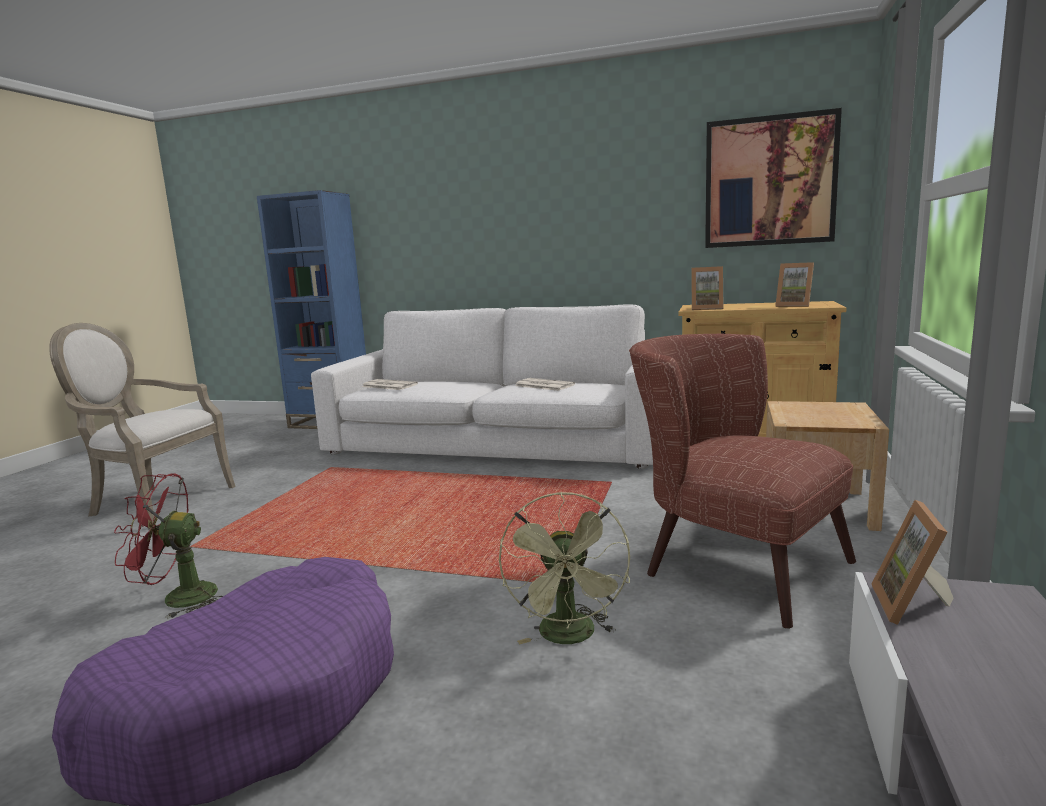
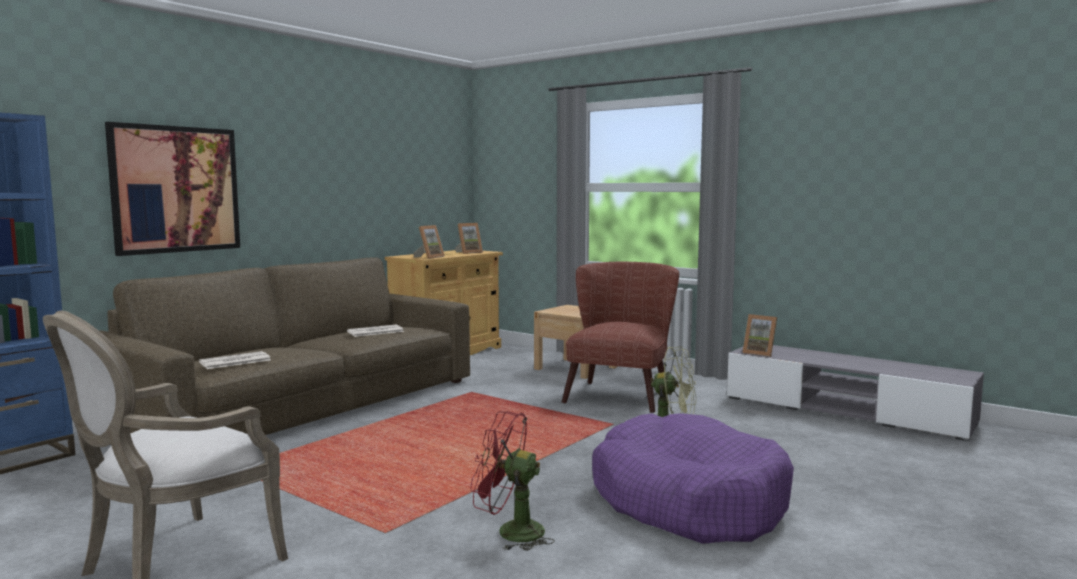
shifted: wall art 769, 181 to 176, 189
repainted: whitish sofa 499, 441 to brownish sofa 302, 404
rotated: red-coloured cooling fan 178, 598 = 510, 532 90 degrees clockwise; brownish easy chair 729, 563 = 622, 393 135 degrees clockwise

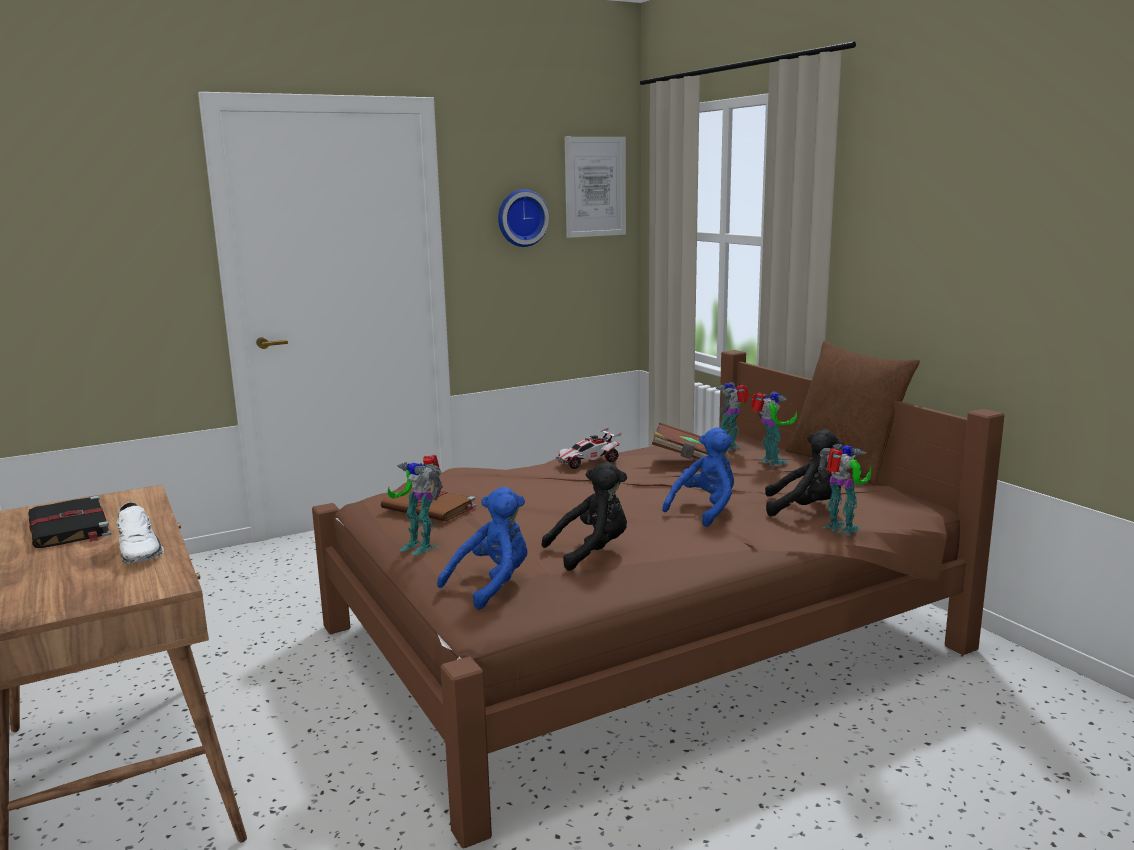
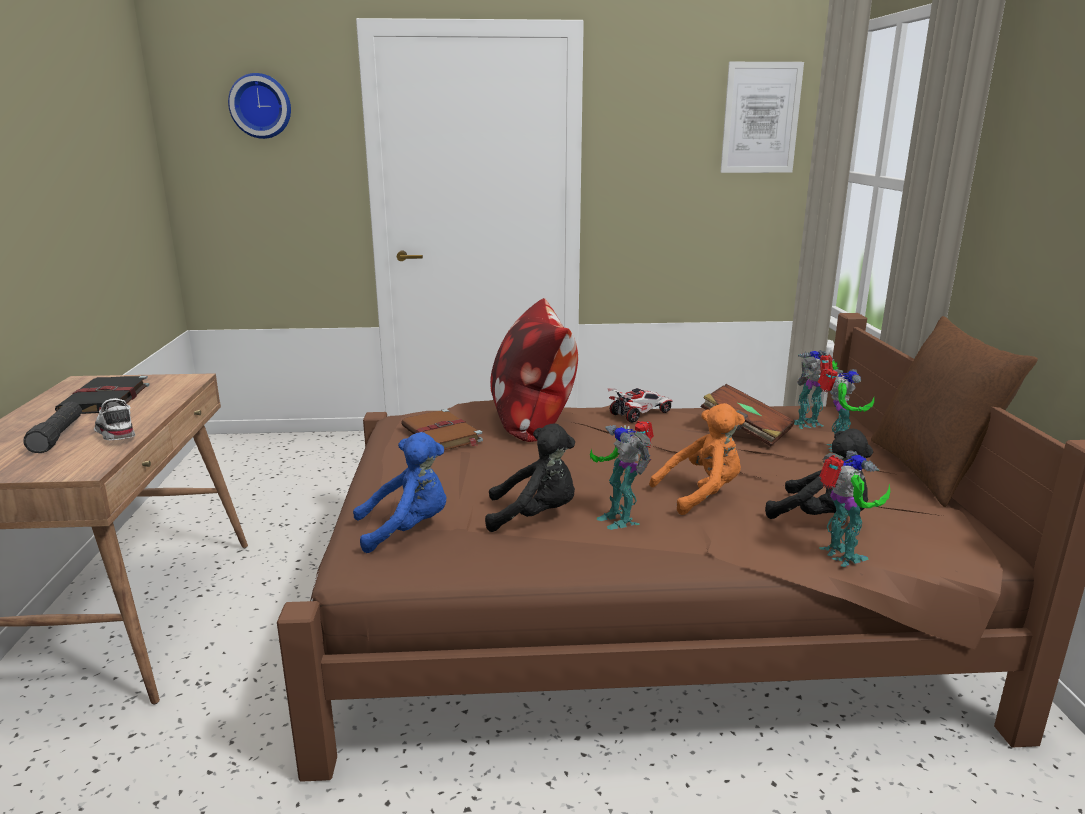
new: black-coloured flashlight 58, 436; cushion 533, 421
shifted: wall clock 521, 218 to 261, 106; toy robot 420, 545 to 620, 518
repainted: bluish soft toy 705, 510 to orangey soft toy 701, 494
rotated: whitish shoe 141, 550 = 115, 431 150 degrees clockwise; miniature car 588, 462 = 640, 414 150 degrees clockwise

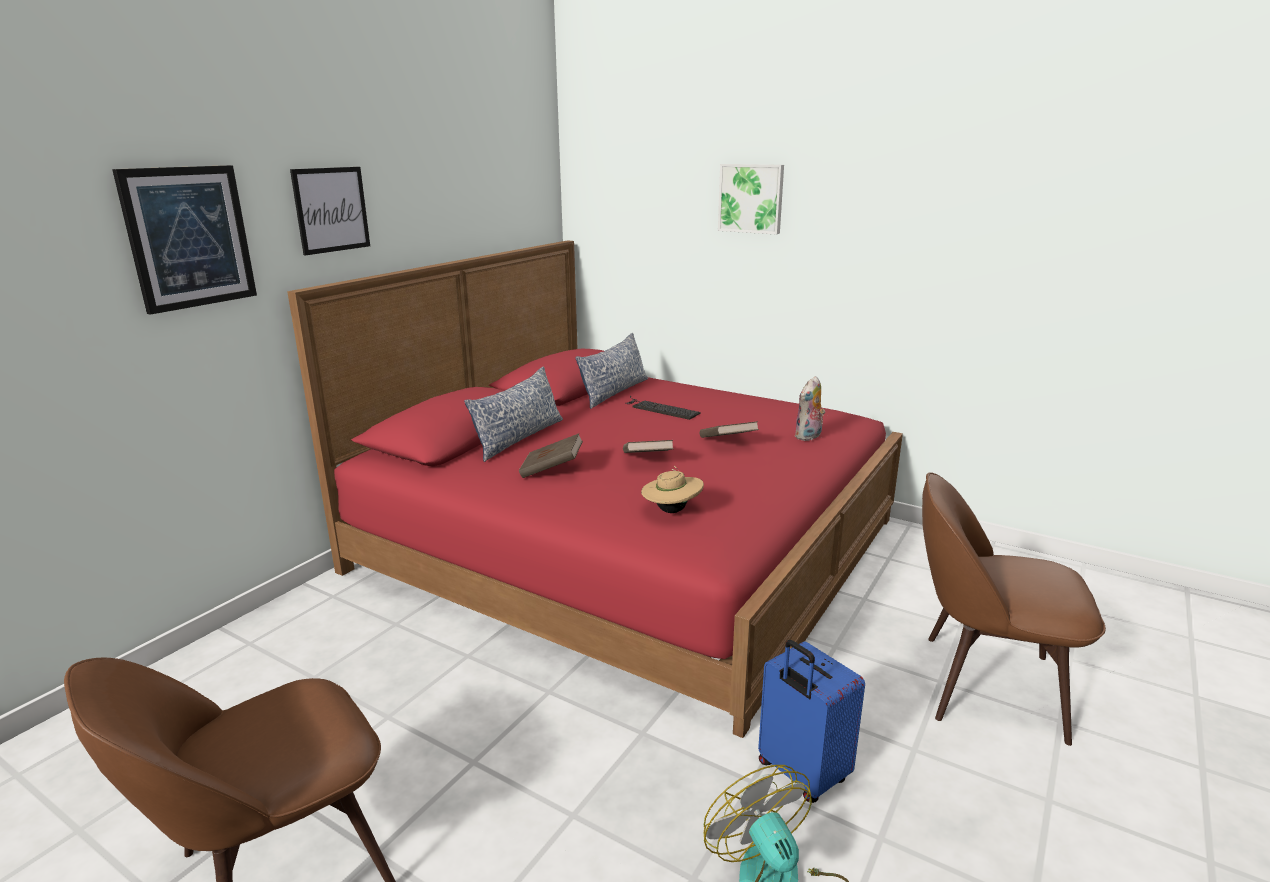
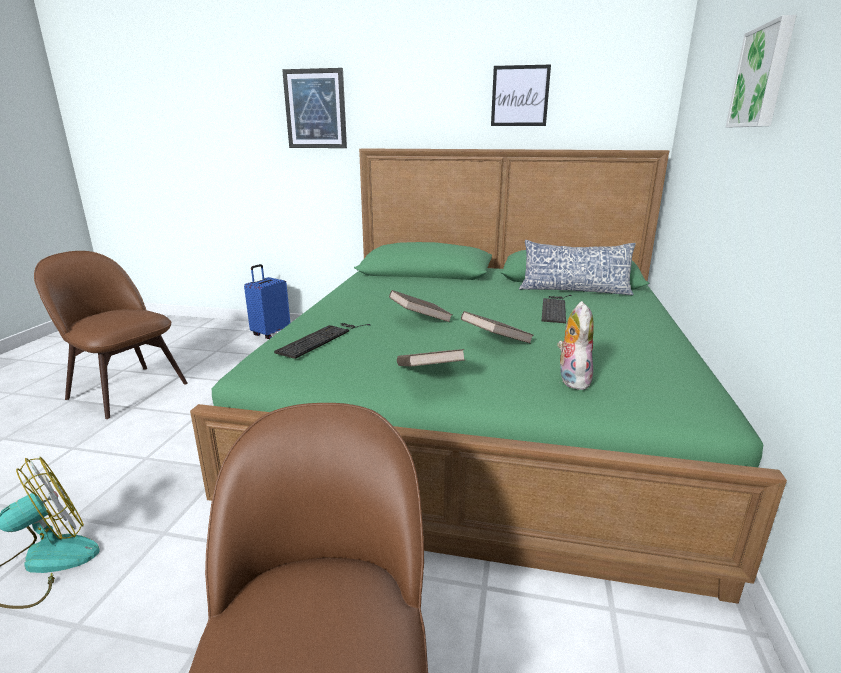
gone: cushion 518, 438
shifted: bluish travel case 801, 774 to 271, 333; brownish bound book 552, 470 to 428, 375; wall art 331, 210 to 520, 96
swapped: sand-coloured wearable hat 671, 510 to computer keyboard 322, 339
repainted: red-coloured sleeping bed 629, 544 to green sleeping bed 480, 413
rotated: soft toy 809, 437 = 571, 379 75 degrees clockwise

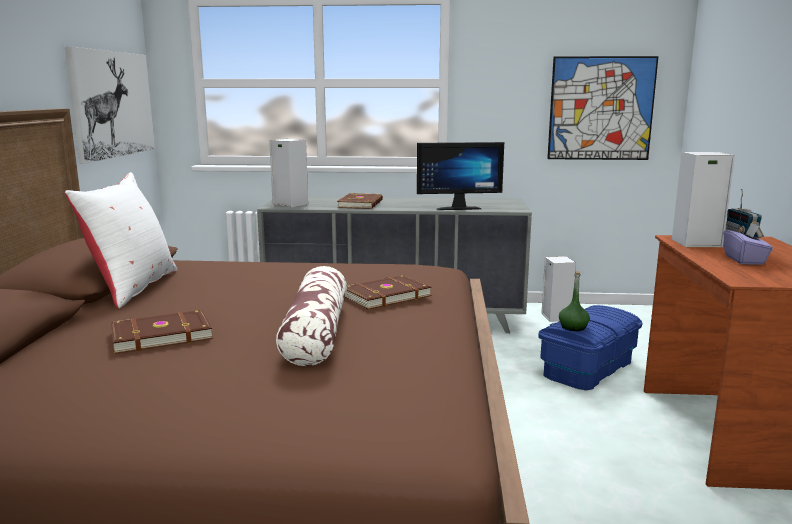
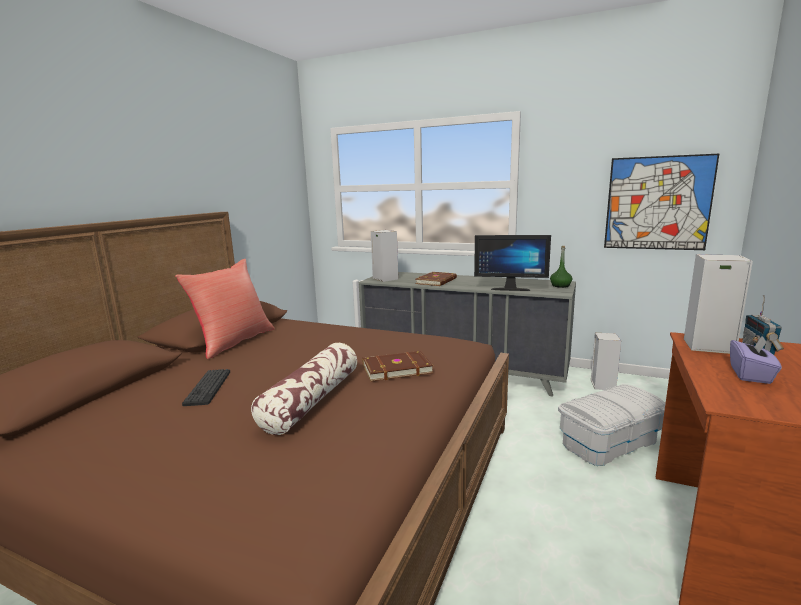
gone: wall art 112, 104
shifted: green beverage bottle 573, 327 to 560, 286
swapped: brownish bound book 160, 335 to computer keyboard 208, 387
repainted: whitish cushion 133, 287 to red-coloured cushion 234, 341; bluish storage box 588, 368 to whitish storage box 609, 443

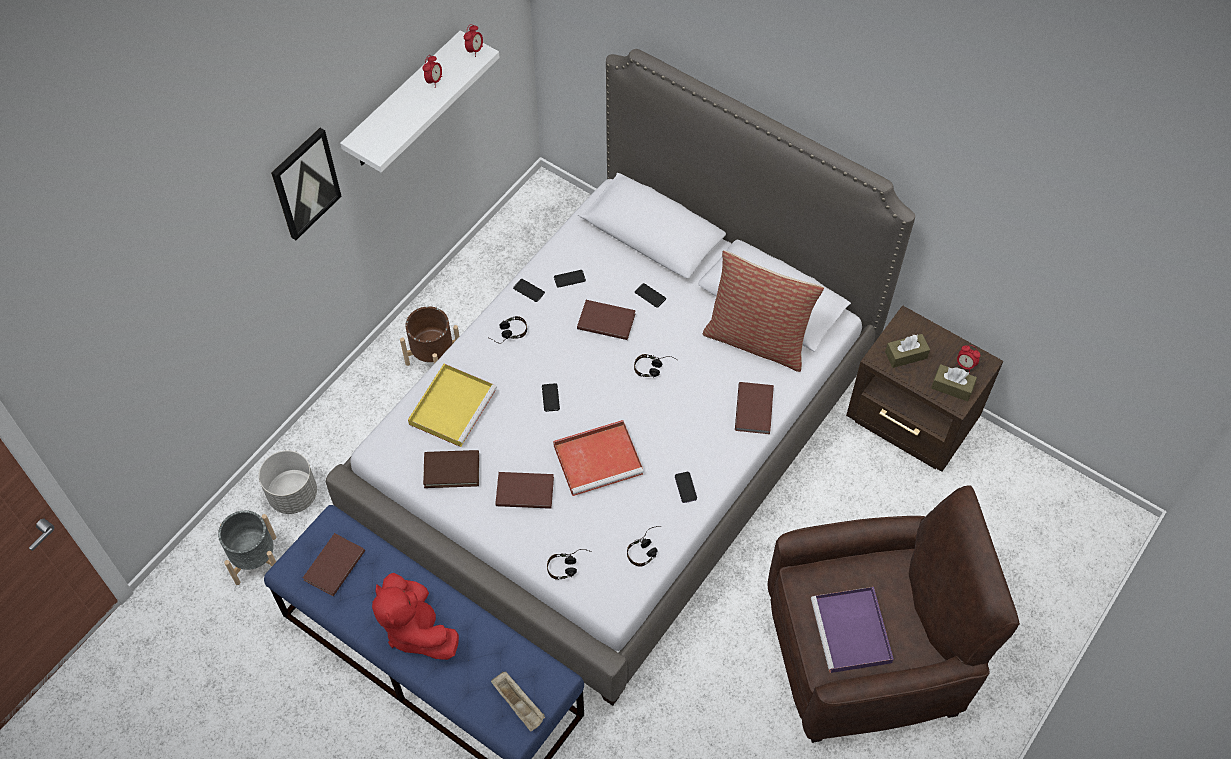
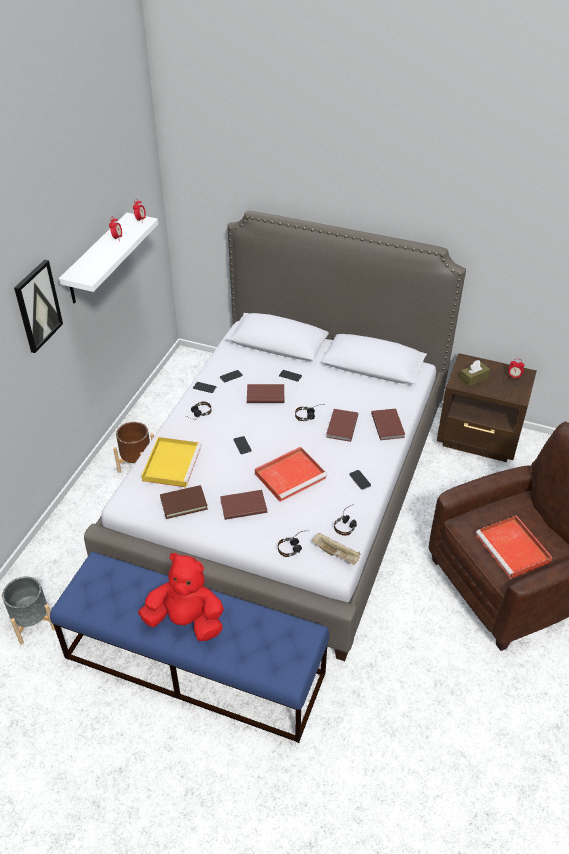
gone: greyish planter 293, 495; cushion 757, 339; brownish tissue holder 952, 387
shifted: sand-coloured carrying tray 519, 705 to 336, 554; brownish bound book 333, 565 to 341, 426
repainted: purple carrying tray 852, 633 to red-coloured carrying tray 514, 549
rotated: red-coloured soft toy 416, 629 = 186, 621 150 degrees clockwise

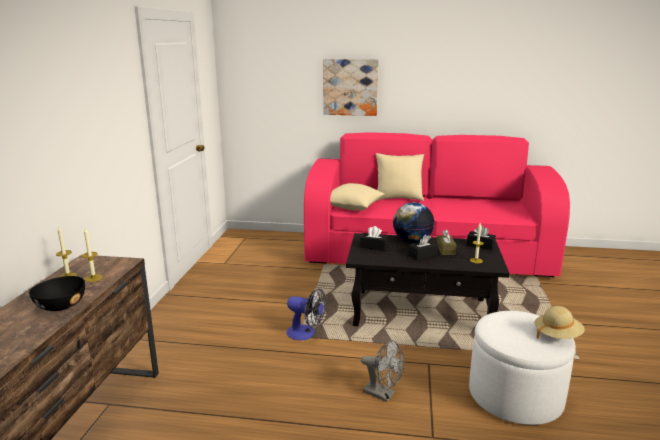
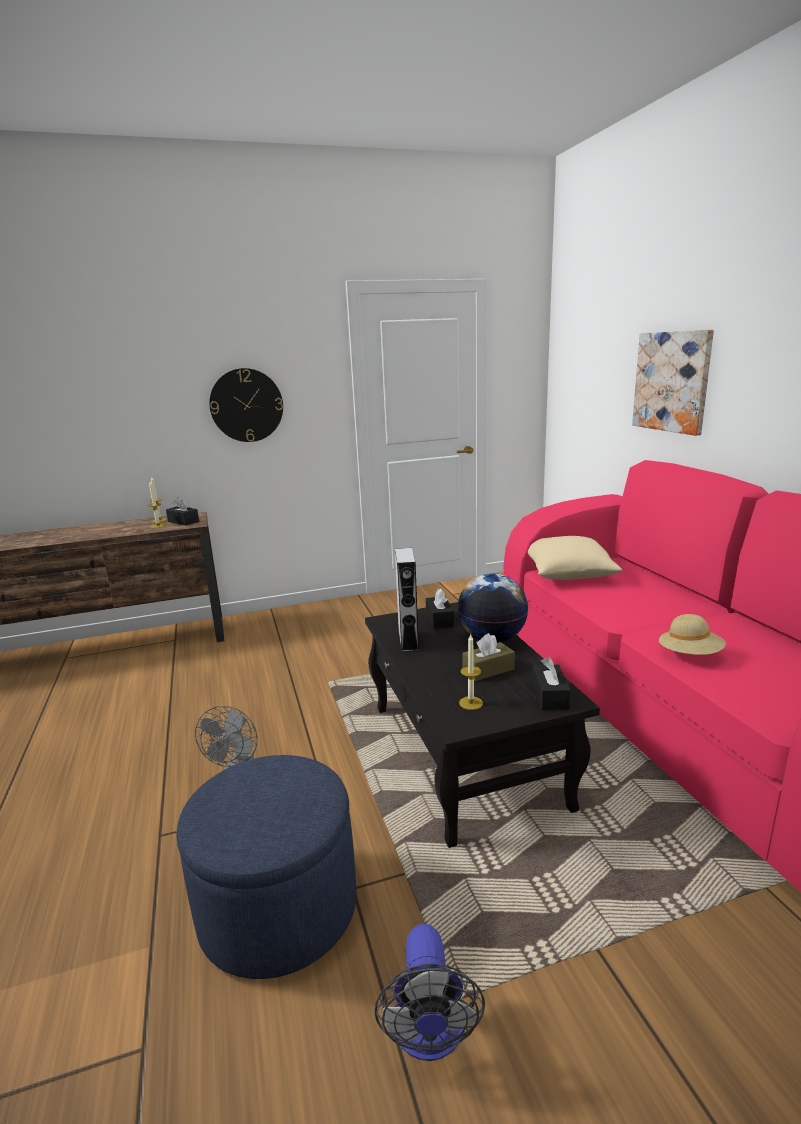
gone: black-coloured serving bowl 61, 305; sand-coloured cushion 398, 199
new: wall clock 246, 405; greyish loudspeaker 408, 640
shifted: black-coloured tissue holder 423, 255 to 183, 521; cooling fan 306, 333 to 429, 1036; sand-coloured wearable hat 557, 335 to 689, 655
repainted: whitish ottoman 515, 396 to bluish ottoman 278, 907

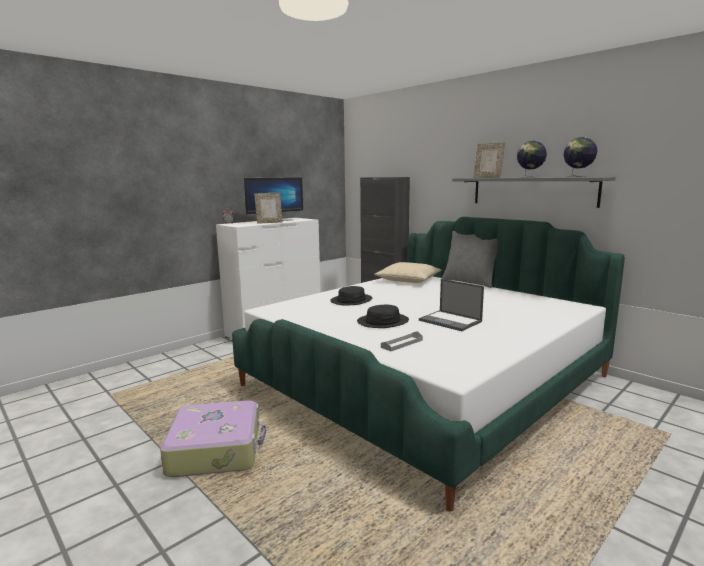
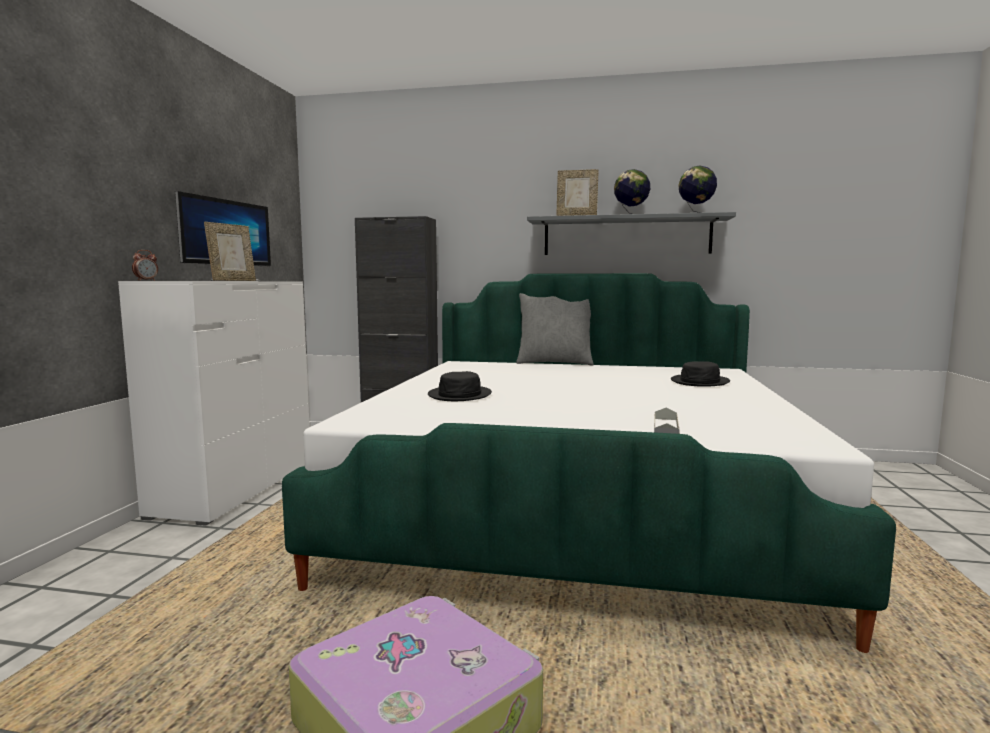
gone: sand-coloured cushion 408, 280; portable computer 451, 321
shifted: black-coloured wearable hat 383, 322 to 700, 382

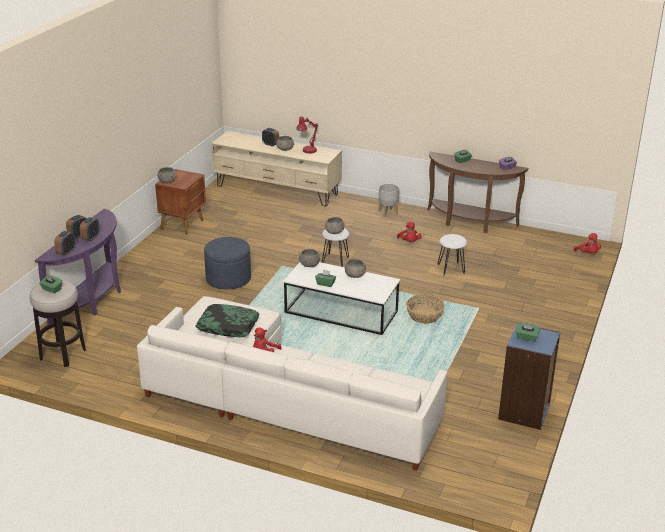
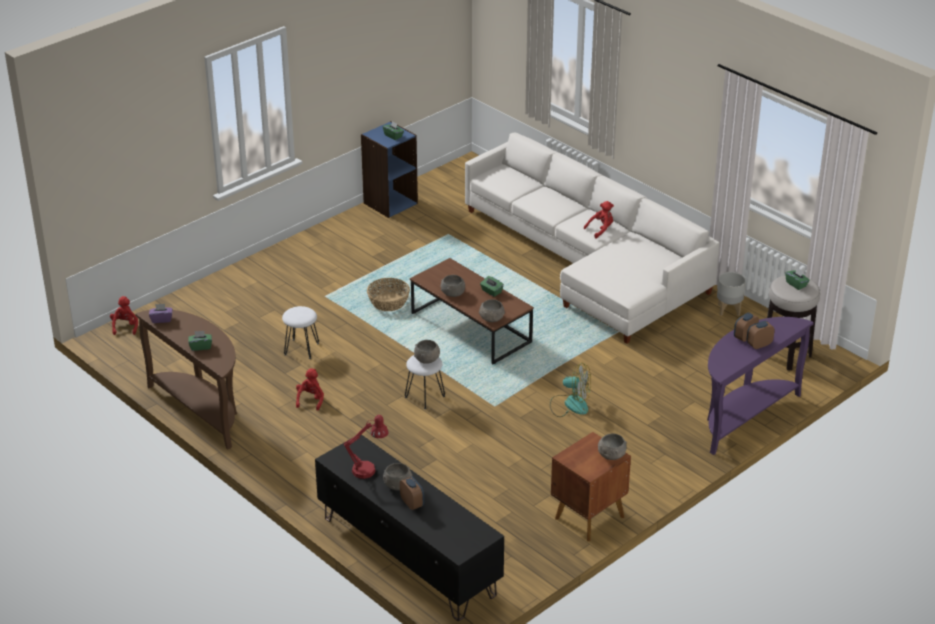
gone: alarm clock 66, 252; cushion 227, 326
shifted: greyish planter 387, 212 to 729, 310
swapped: bluish ottoman 228, 279 to cooling fan 570, 404
repainted: sand-coloured media console 277, 190 to black-coloured media console 408, 555; whitish lounge table 341, 312 to brownish lounge table 470, 328

